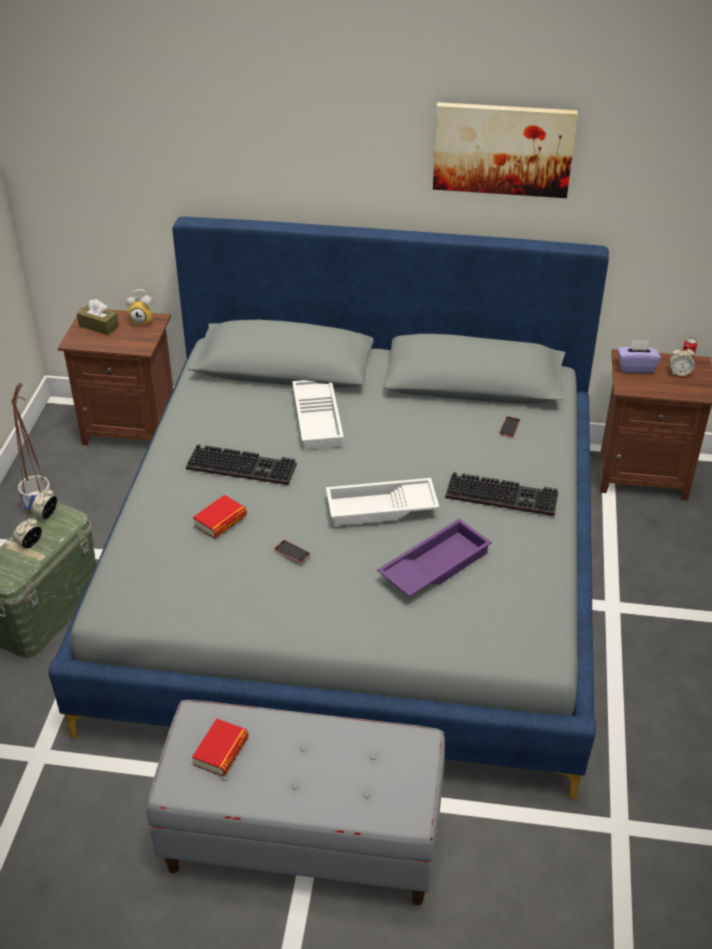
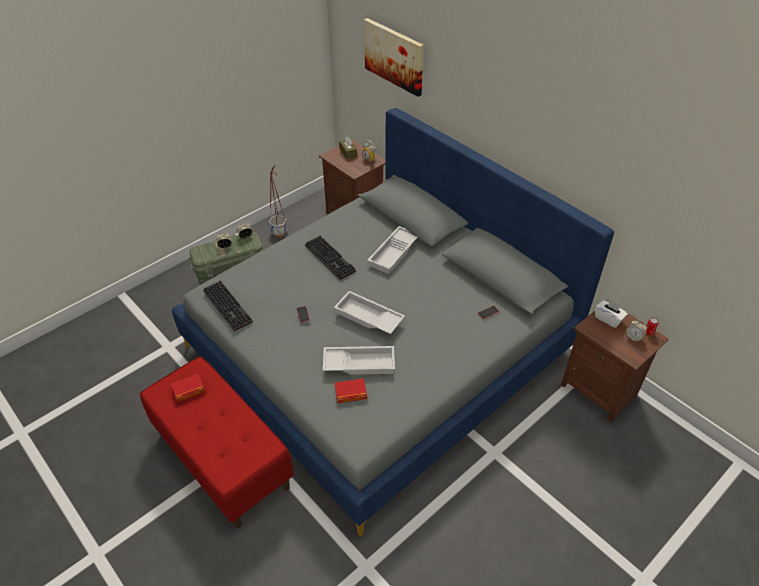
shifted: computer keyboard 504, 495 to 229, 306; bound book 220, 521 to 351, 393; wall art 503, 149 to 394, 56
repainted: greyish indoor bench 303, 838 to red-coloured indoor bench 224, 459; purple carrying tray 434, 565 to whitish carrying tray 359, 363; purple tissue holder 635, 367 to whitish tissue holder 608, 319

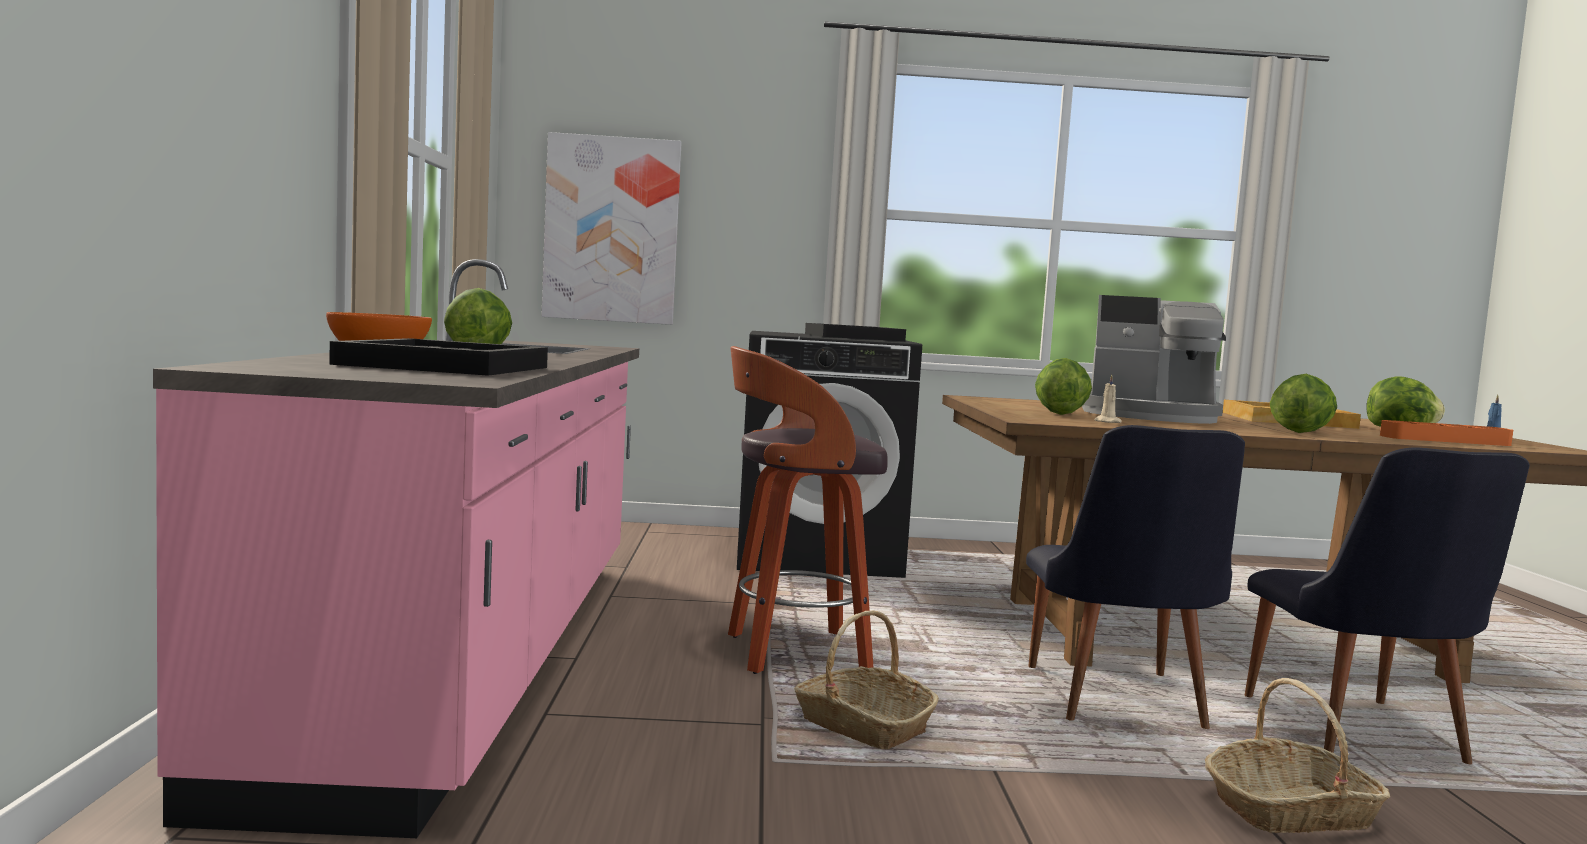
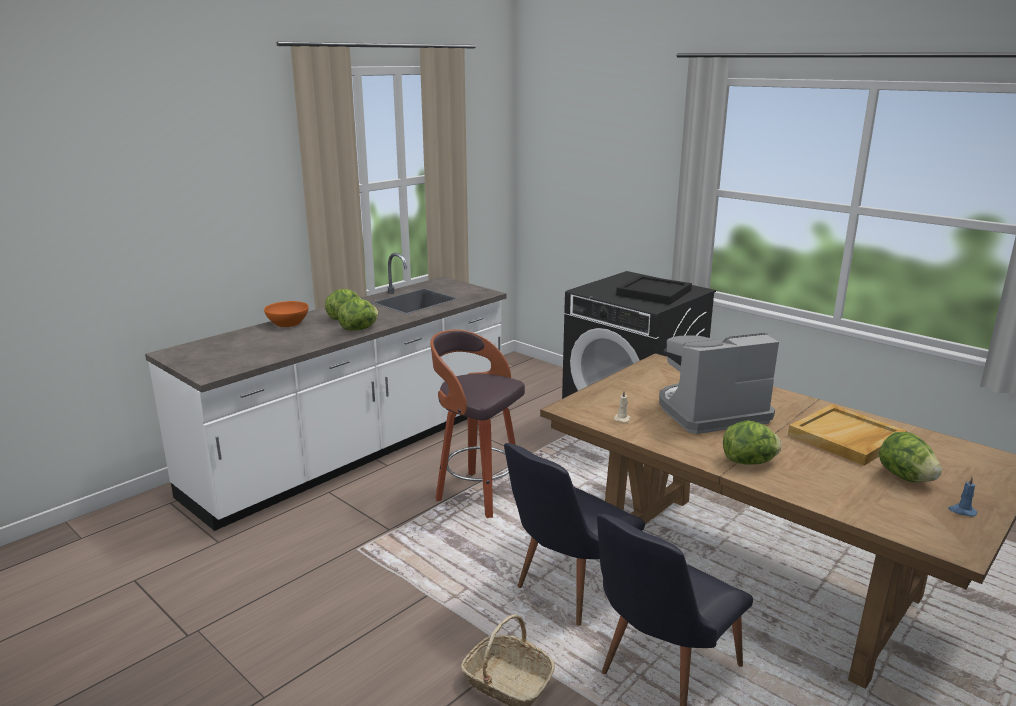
gone: black-coloured carrying tray 447, 366; wall art 611, 230; household basket 862, 725; orangey carrying tray 1444, 440
shifted: lettuce head 1059, 414 to 359, 329
repainted: pink-coloured counter 474, 655 to whitish counter 356, 451
rotated: coffee maker 1149, 416 = 710, 412 105 degrees clockwise

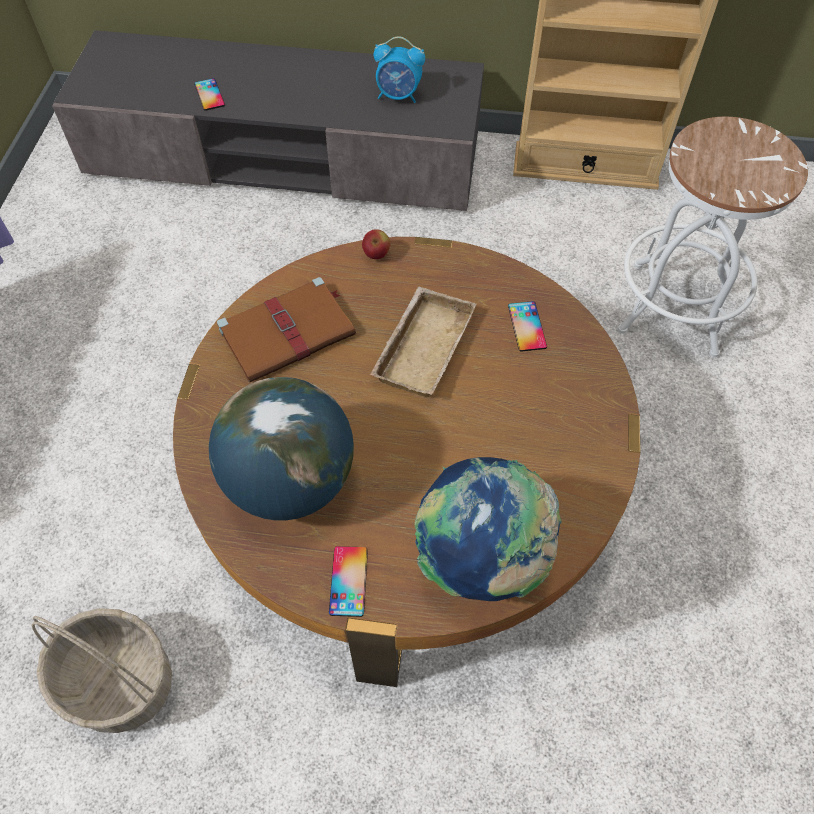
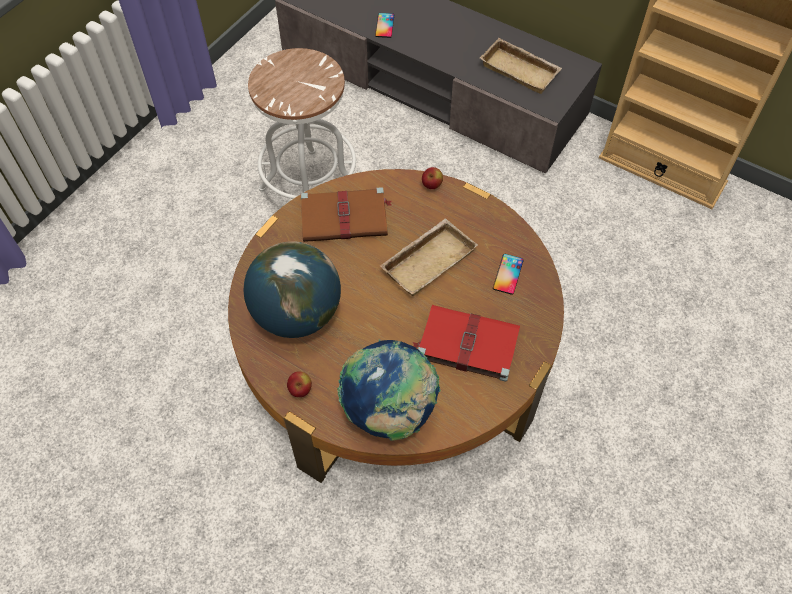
gone: household basket 118, 682
new: red-coloured bound book 466, 343
shifted: whitish sitting stool 674, 308 to 310, 188
swapped: telephone 348, 581 to apple fruit 300, 390; alarm clock 398, 96 to sand-coloured carrying tray 521, 70

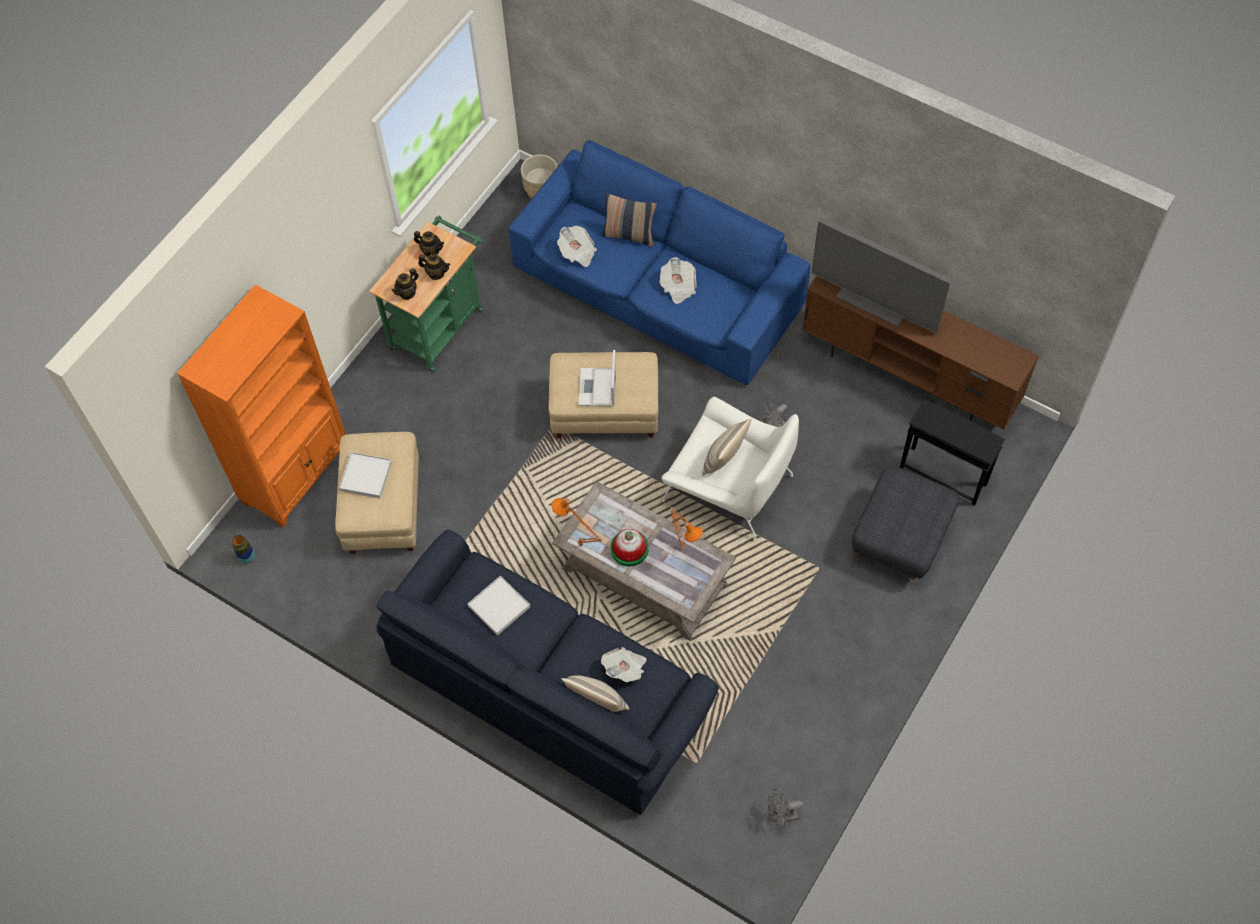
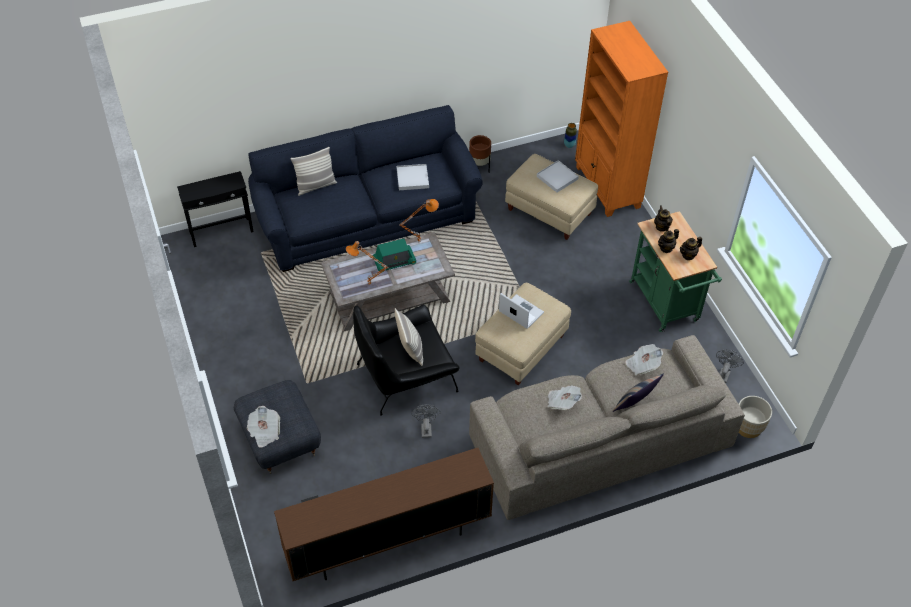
gone: TV 875, 300
new: brownish planter 479, 166
shifted: black-coloured accent table 943, 475 to 222, 232; printed paper 625, 669 to 264, 432; greyish cooling fan 781, 816 to 724, 373
swapped: wearable hat 629, 549 to radio receiver 394, 261
repainted: whitish easy chair 729, 486 to black-coloured easy chair 406, 376; bluish sofa 657, 288 to sand-coloured sofa 599, 440

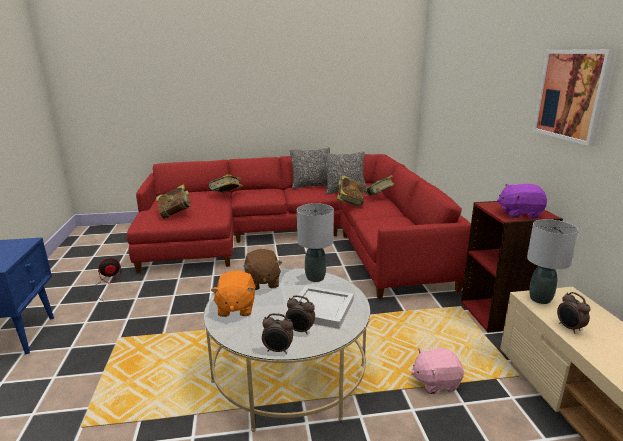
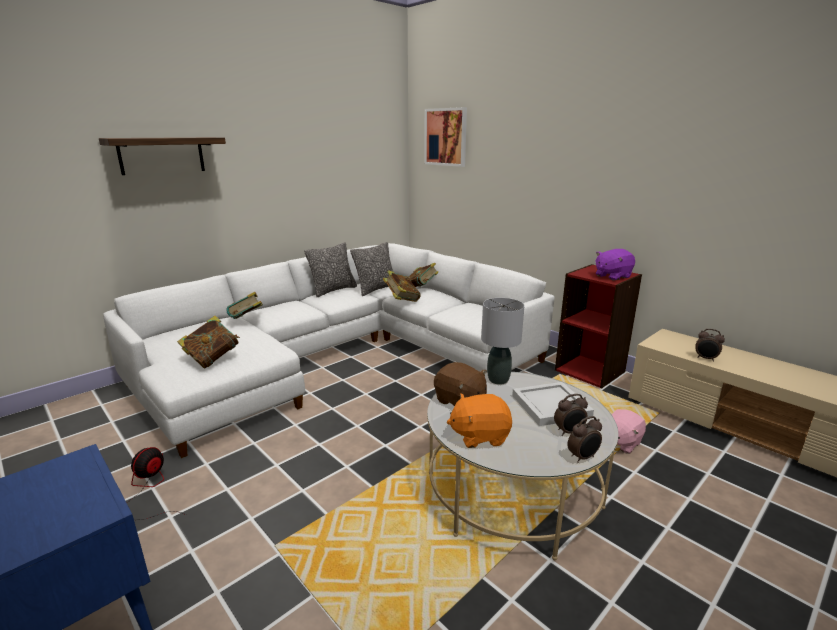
gone: greyish table lamp 540, 299
new: wall shelf 162, 155
shifted: wall art 571, 95 to 445, 137
repainted: red-coloured sofa 296, 240 to whitish sofa 340, 356
rotated: orangey soft toy 235, 308 = 479, 436 120 degrees clockwise

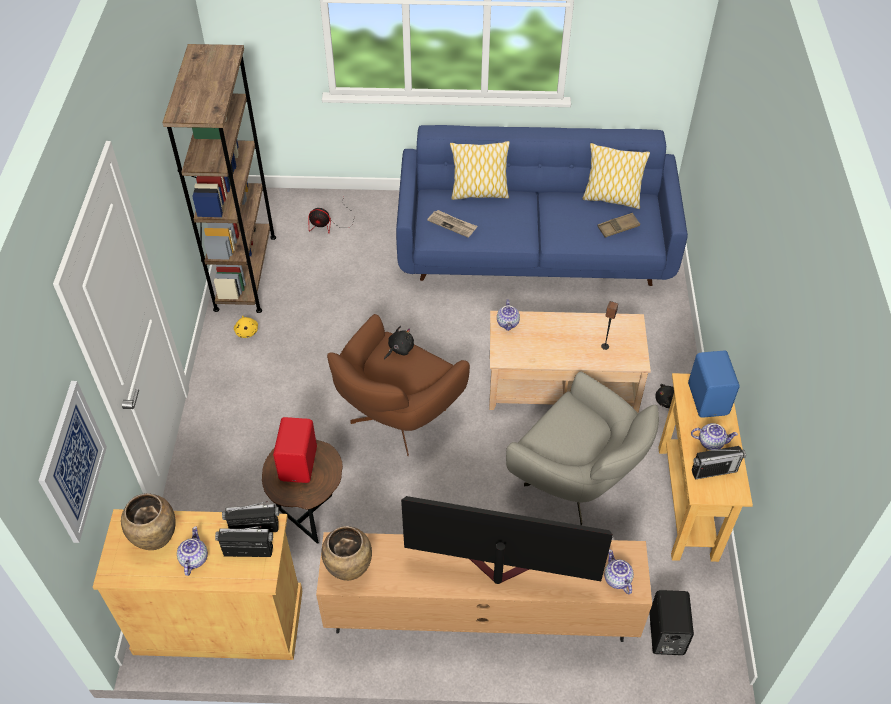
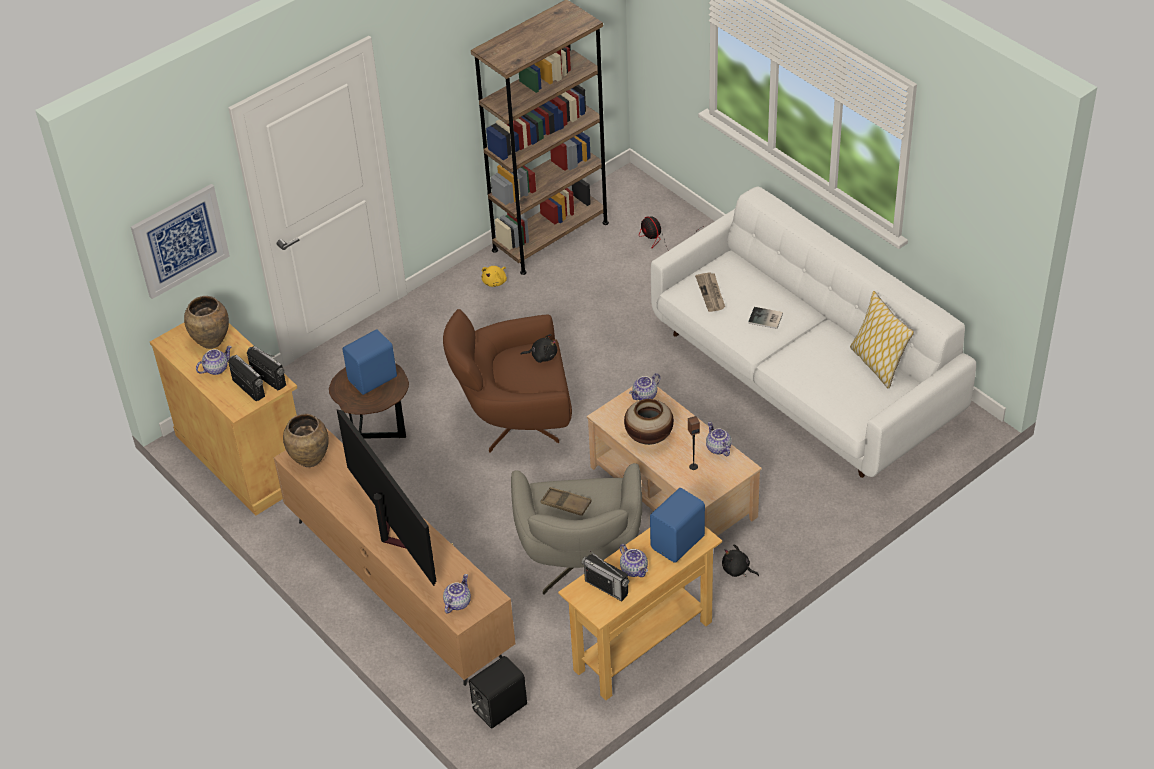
gone: cushion 479, 193
new: vase 649, 437; pot for tea 717, 448; bound book 766, 319
shifted: brownish carrying tray 618, 227 to 566, 504
repainted: red-coloured loudspeaker 300, 463 to bluish loudspeaker 374, 379; bluish sofa 535, 249 to whitish sofa 803, 377

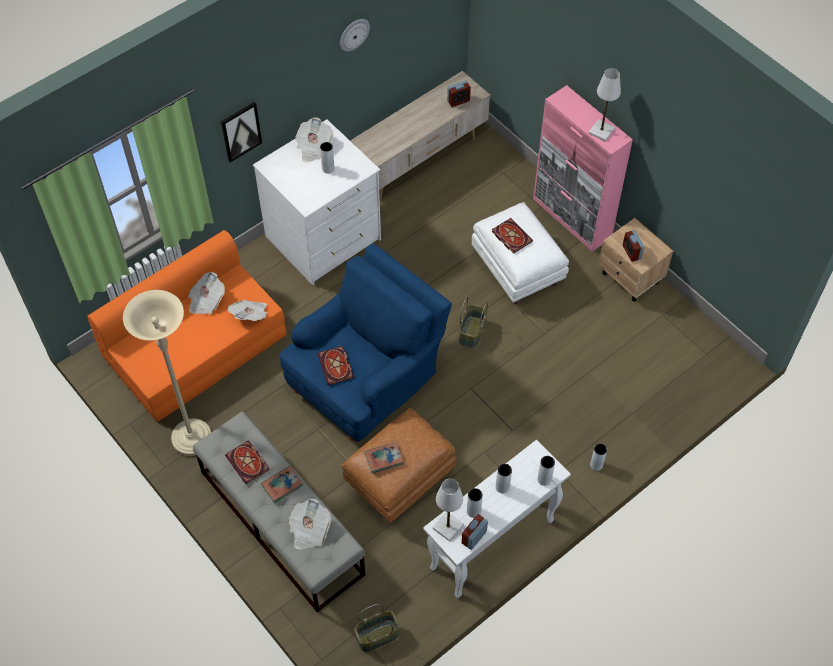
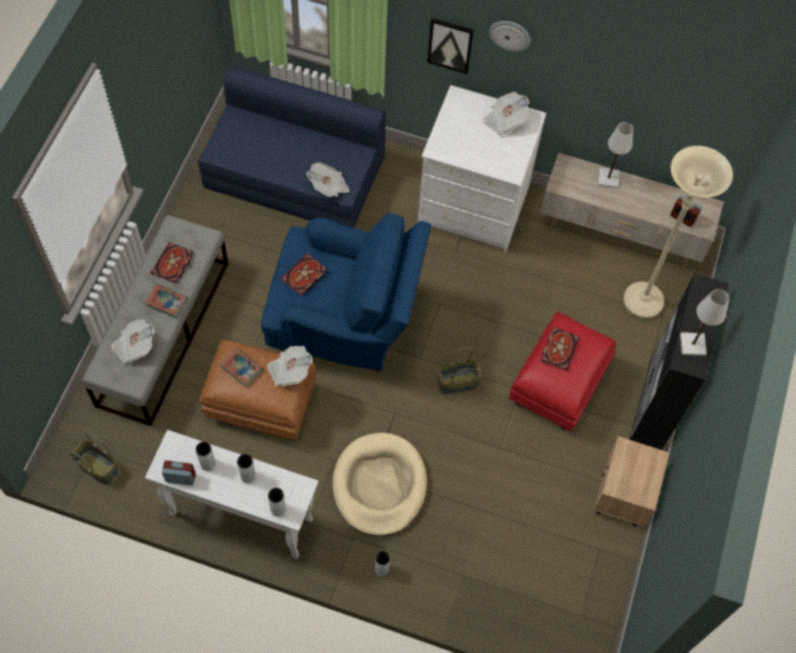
gone: greyish vase 328, 168; alarm clock 631, 252
new: sand-coloured dog cushion 379, 485
shifted: printed paper 206, 300 to 289, 371; wall clock 354, 34 to 510, 35; whitish table lamp 448, 527 to 608, 178; sand-coloured floor lamp 192, 438 to 642, 301
repainted: orangey sofa 194, 345 to bluish sofa 294, 171; whitish ottoman 518, 269 to red-coloured ottoman 557, 386; pink-coloured cupboard 572, 218 to black-coloured cupboard 655, 404

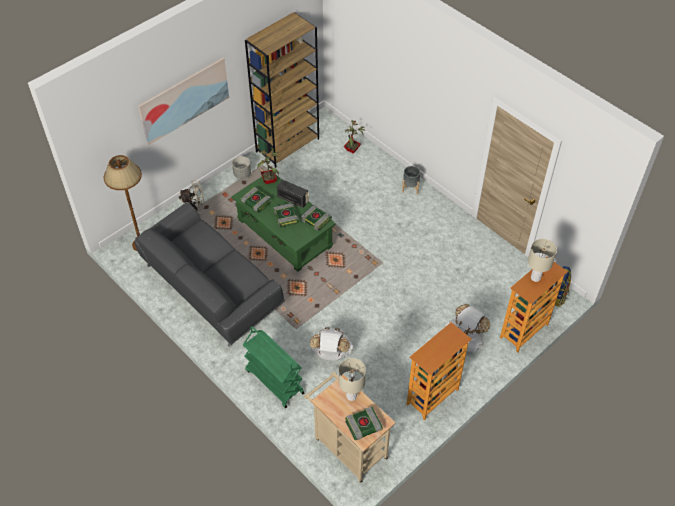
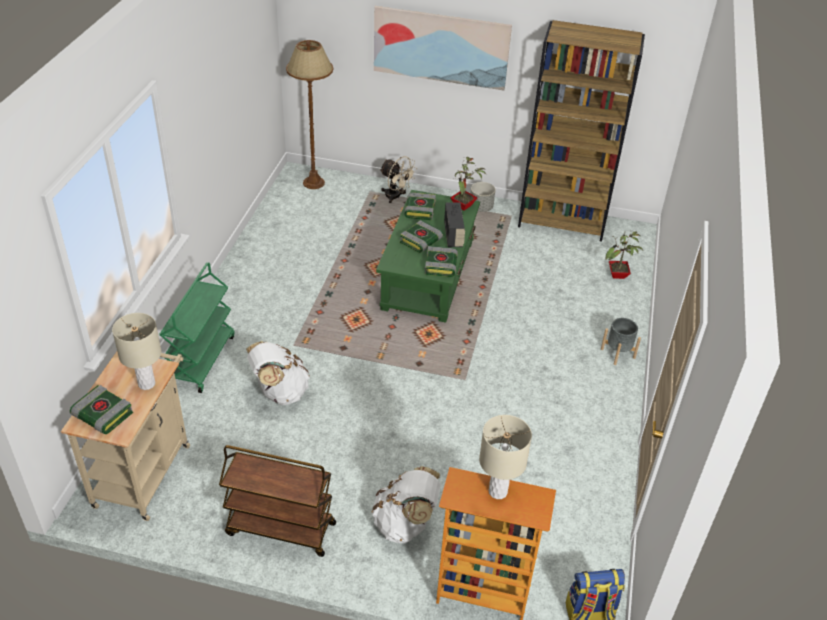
gone: greyish sofa 210, 287
swapped: bookshelf 432, 397 to brownish trolley 280, 529

